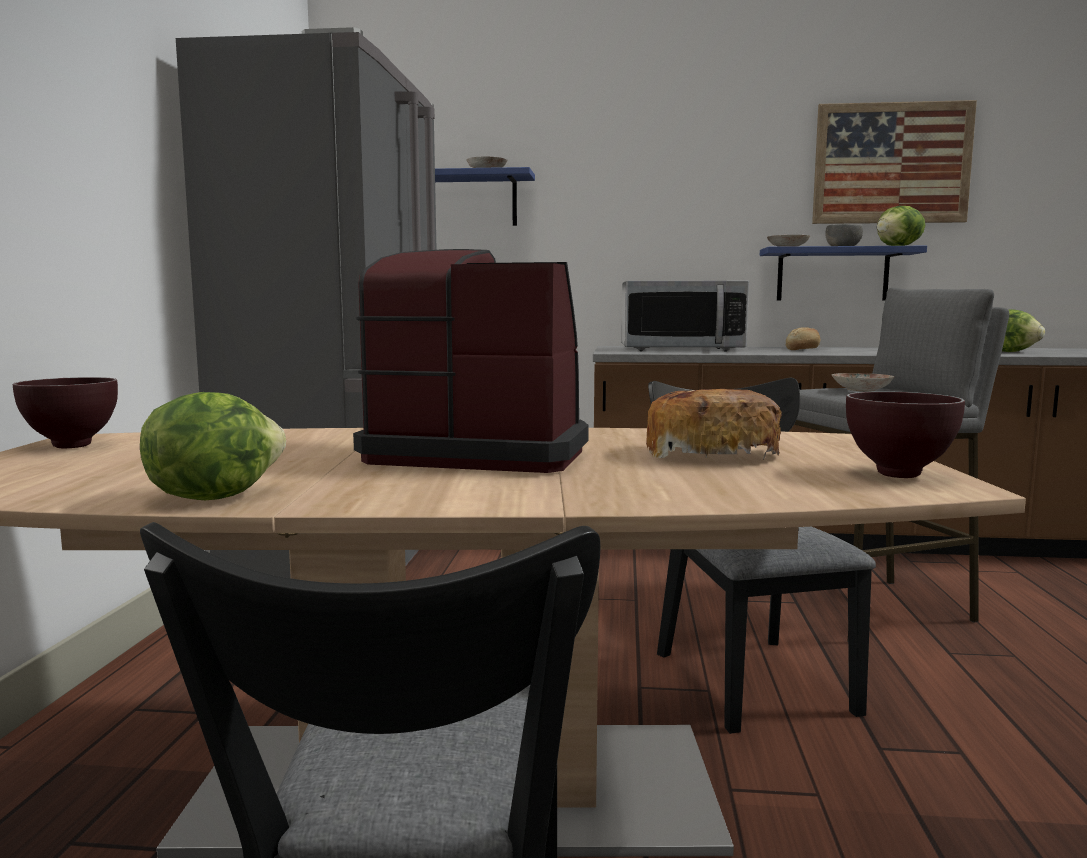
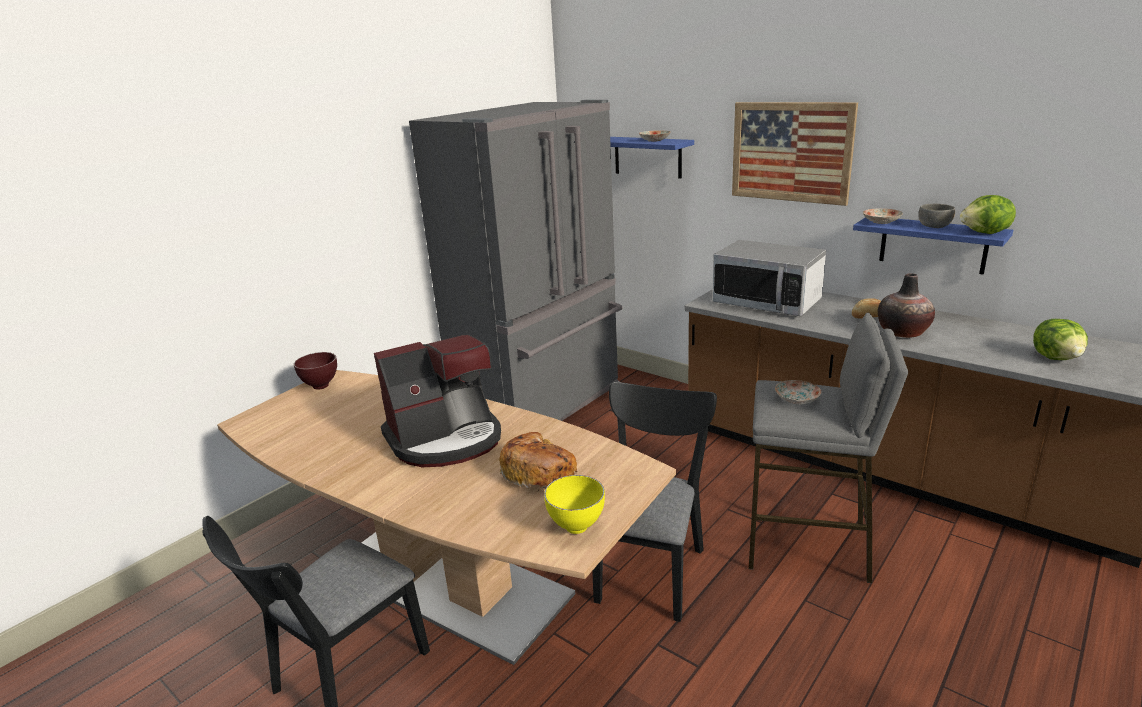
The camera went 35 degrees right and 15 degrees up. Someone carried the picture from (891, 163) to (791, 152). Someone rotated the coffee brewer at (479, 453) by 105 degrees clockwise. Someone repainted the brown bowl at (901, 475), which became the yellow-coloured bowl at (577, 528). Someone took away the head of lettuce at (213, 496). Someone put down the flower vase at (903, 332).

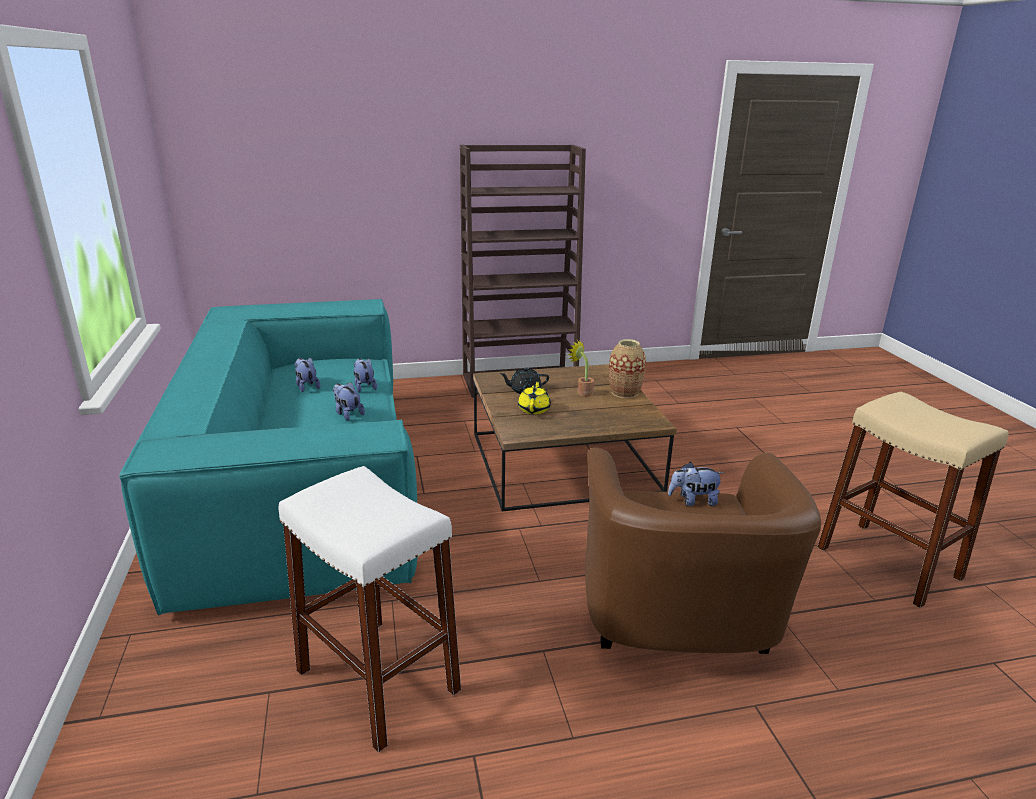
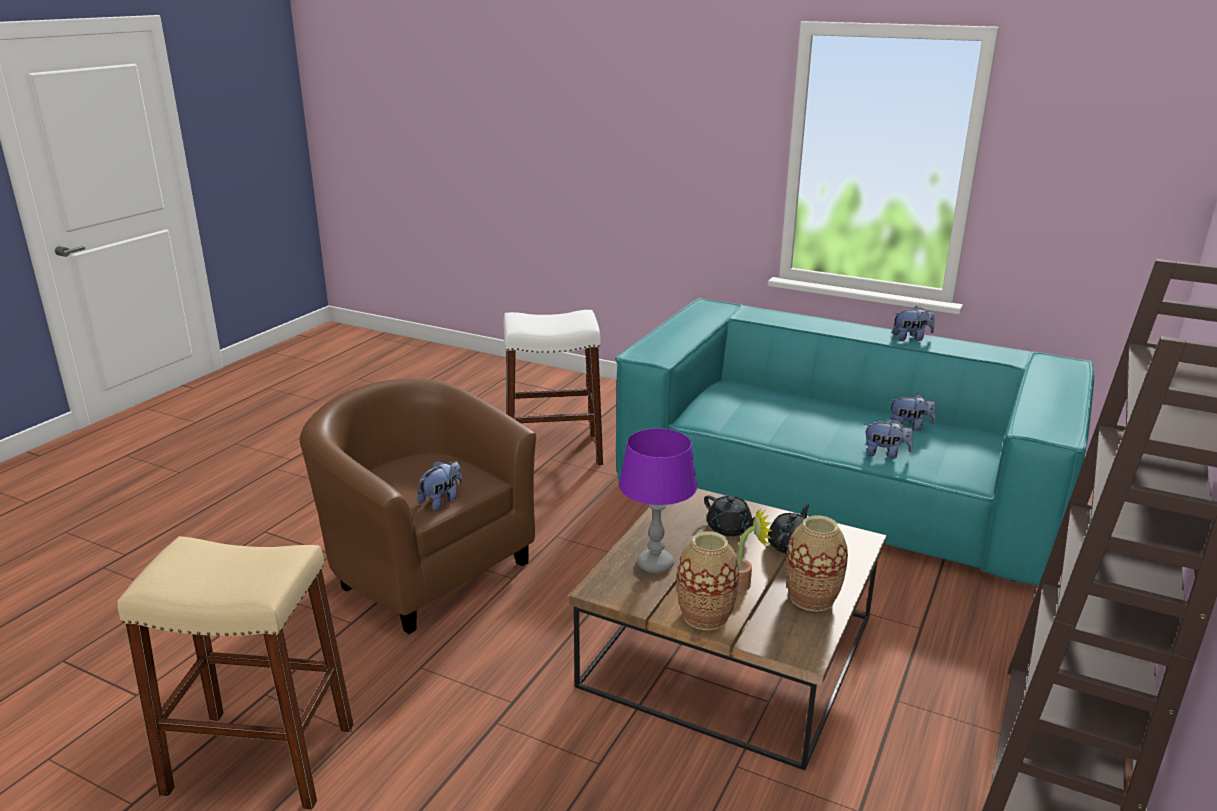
The camera went 130 degrees right and 0 degrees up. Someone repainted the yellow-coloured pot for tea at (534, 409), which became the black-coloured pot for tea at (729, 528). Someone carried the plush toy from (347, 414) to (911, 338). Someone put down the purplish table lamp at (655, 565). Someone put down the flower vase at (811, 598).

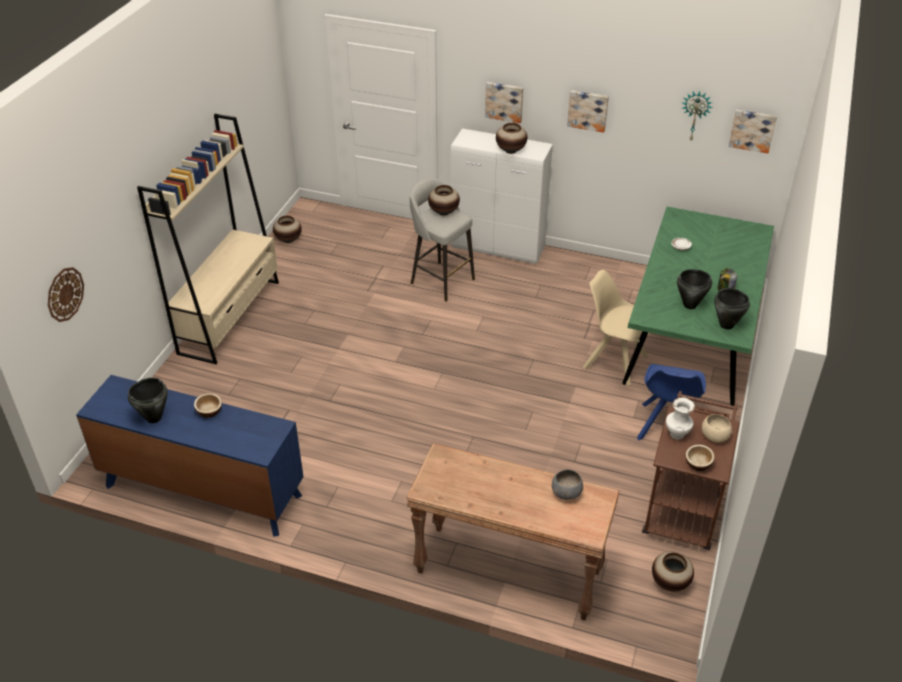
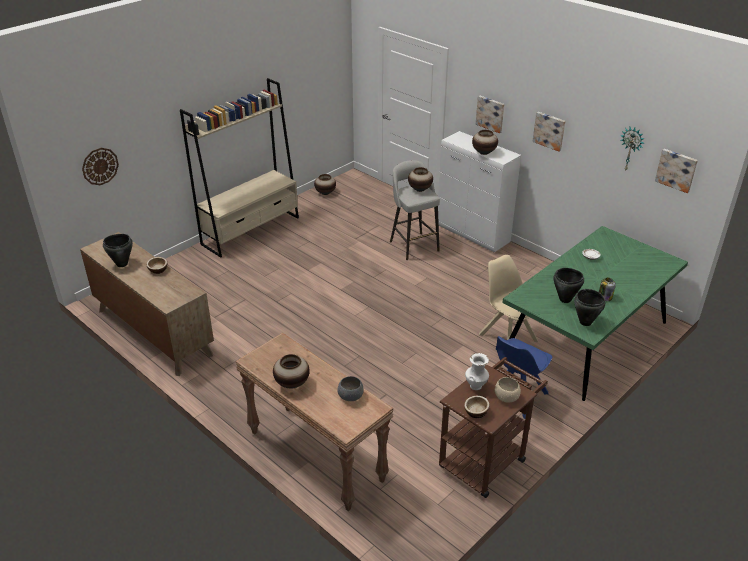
The camera went 25 degrees right and 5 degrees down. Someone repainted the blue-coloured drawer chest at (202, 490), which became the brown drawer chest at (153, 332). Someone carried the flower vase from (670, 582) to (292, 383).

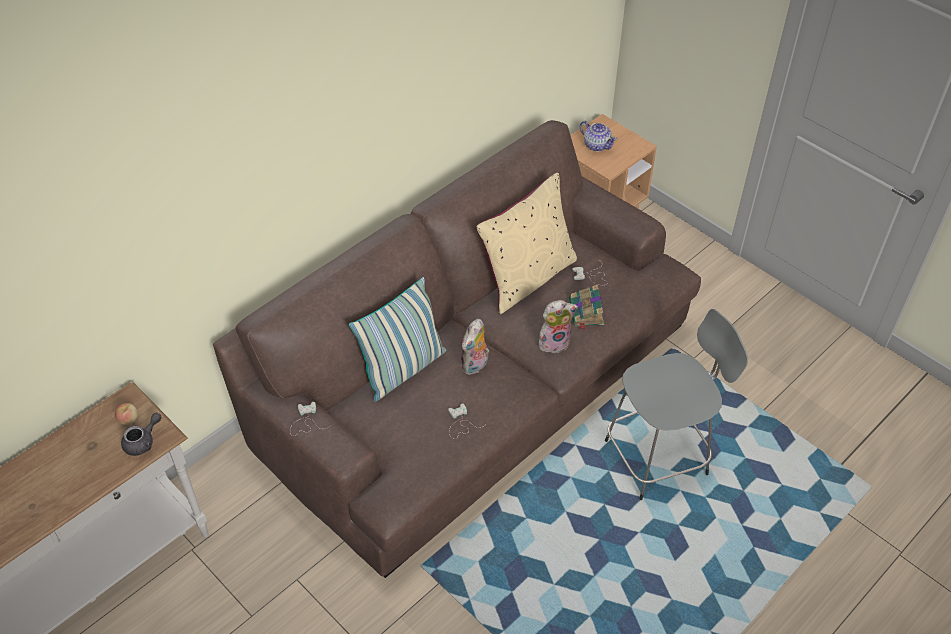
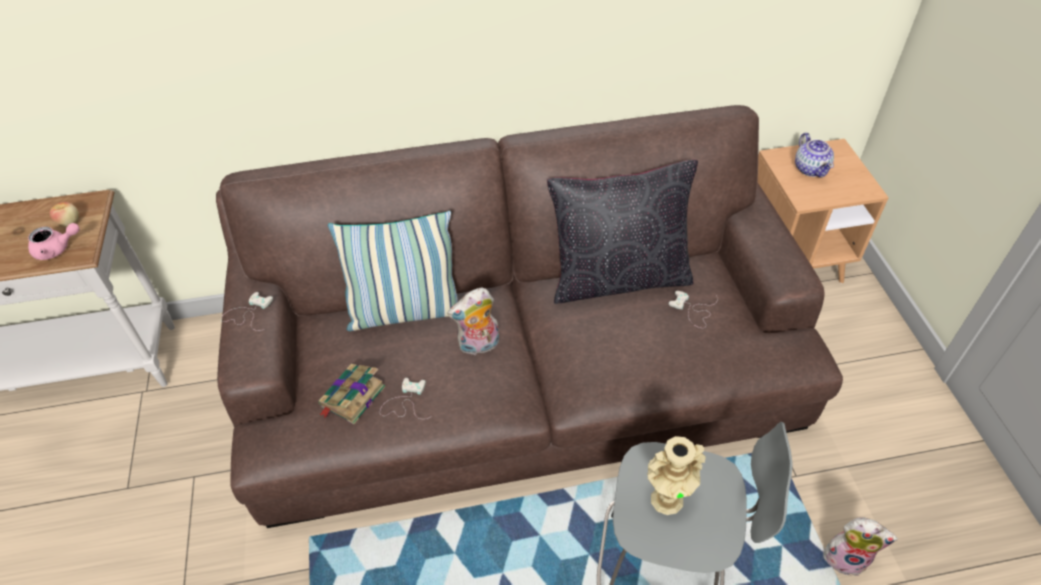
The camera went 35 degrees right and 0 degrees up. Someone repainted the beige cushion at (527, 277), which became the black-coloured cushion at (618, 278). Someone carried the volume from (586, 313) to (351, 397). Someone carried the plush toy from (554, 342) to (846, 557). Someone repainted the gray pot for tea at (143, 442), which became the pink pot for tea at (57, 249). Someone put down the beige flower vase at (667, 499).

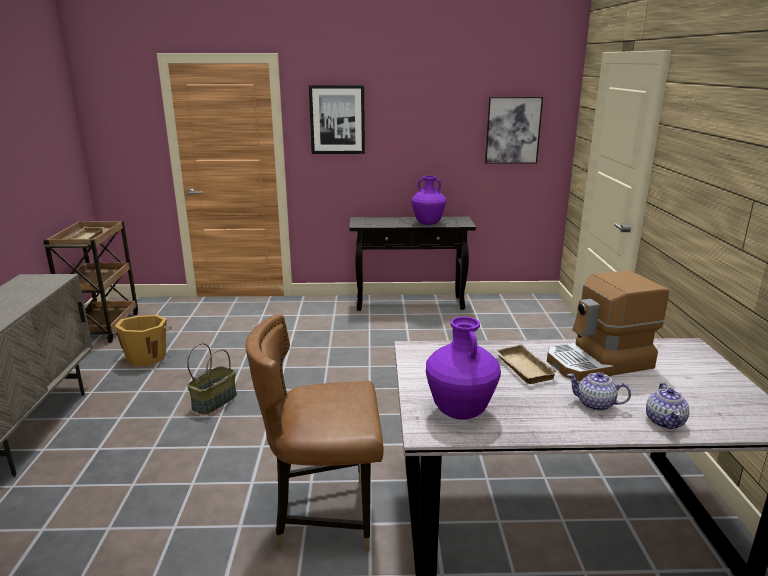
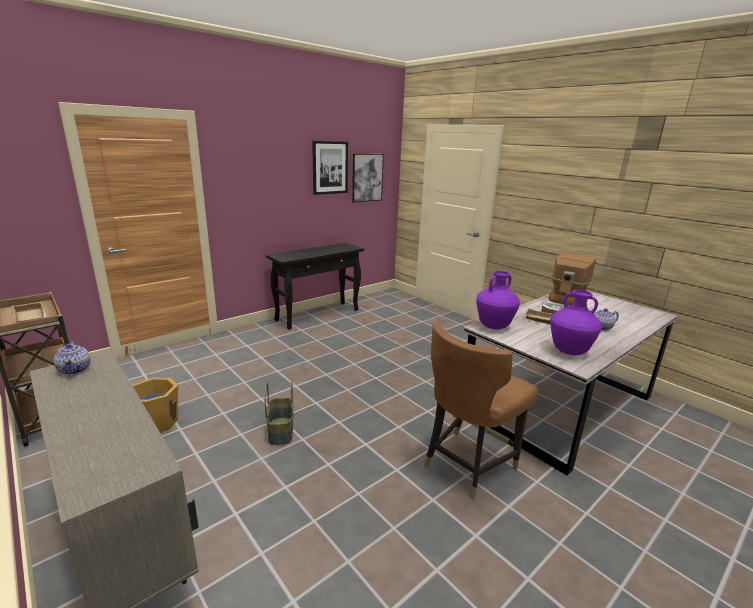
The camera went 40 degrees left and 0 degrees up. Someone carried the picture from (337, 120) to (330, 167). Someone carried the purplish flower vase from (428, 223) to (493, 326). Someone carried the pot for tea from (665, 421) to (75, 369).

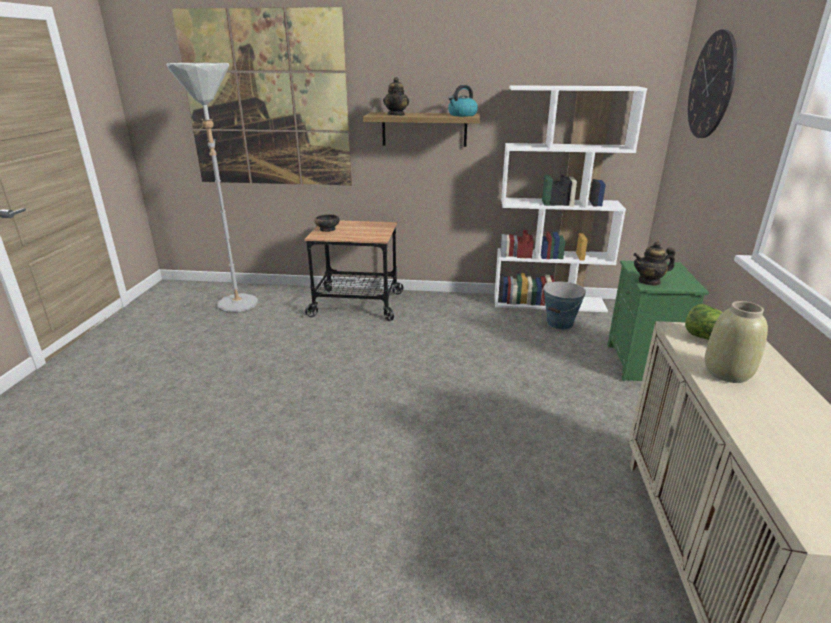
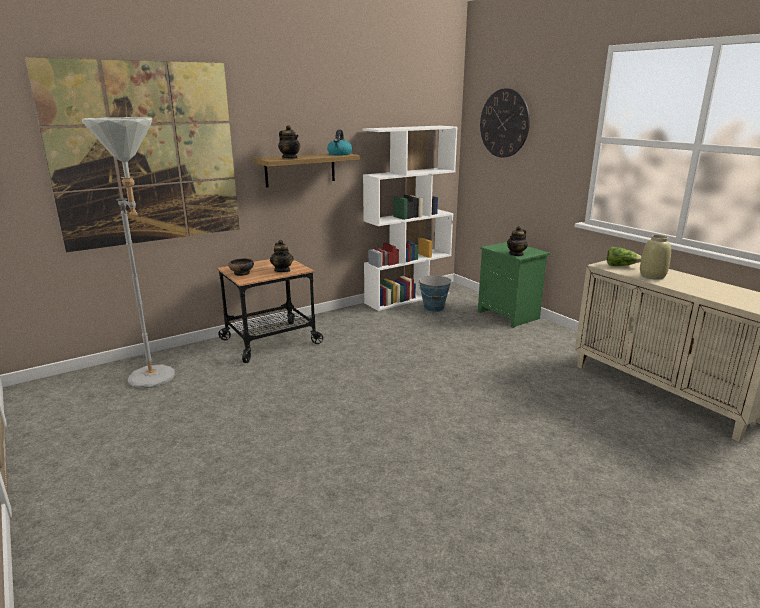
The camera went 40 degrees left and 5 degrees down. Someone put down the pot for tea at (282, 270).

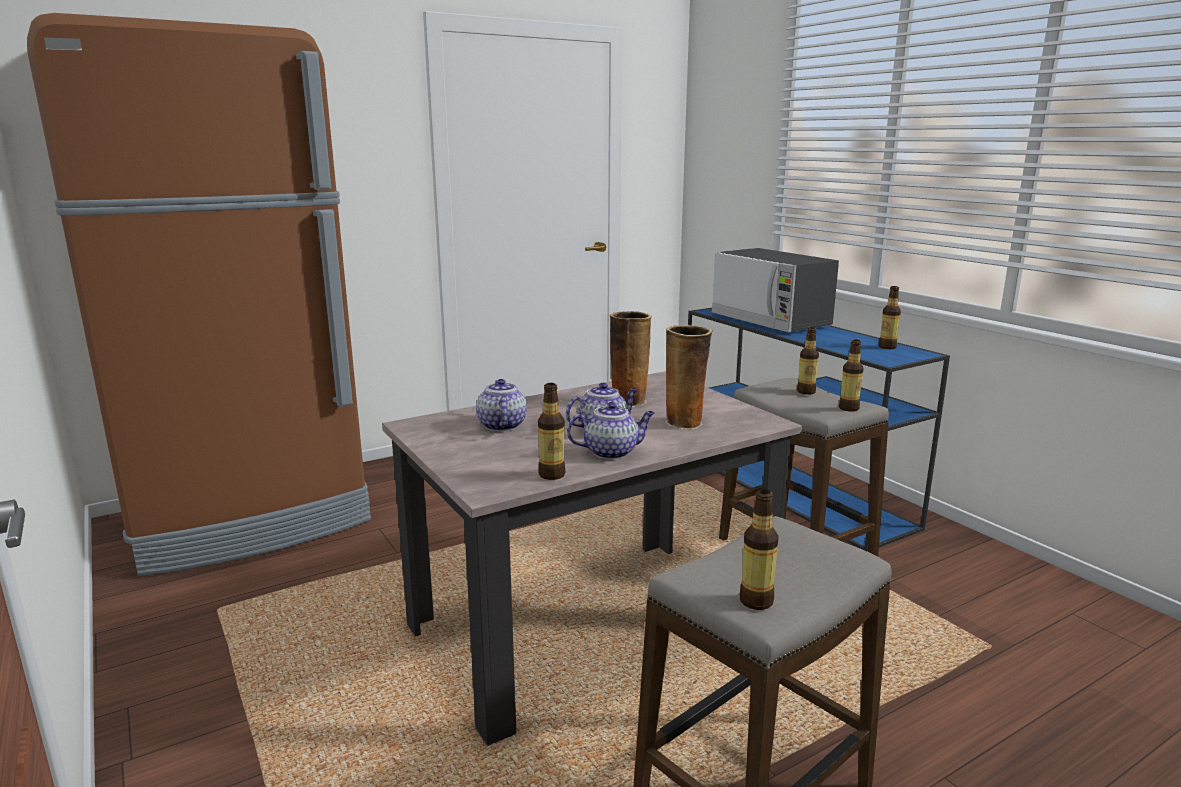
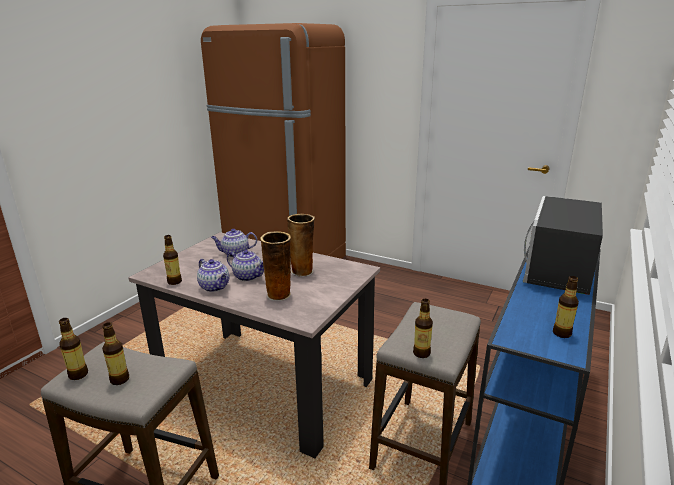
The camera went 60 degrees right and 5 degrees up. Someone carried the beverage bottle from (806, 392) to (119, 379). Someone rotated the pot for tea at (501, 425) by 150 degrees counterclockwise.

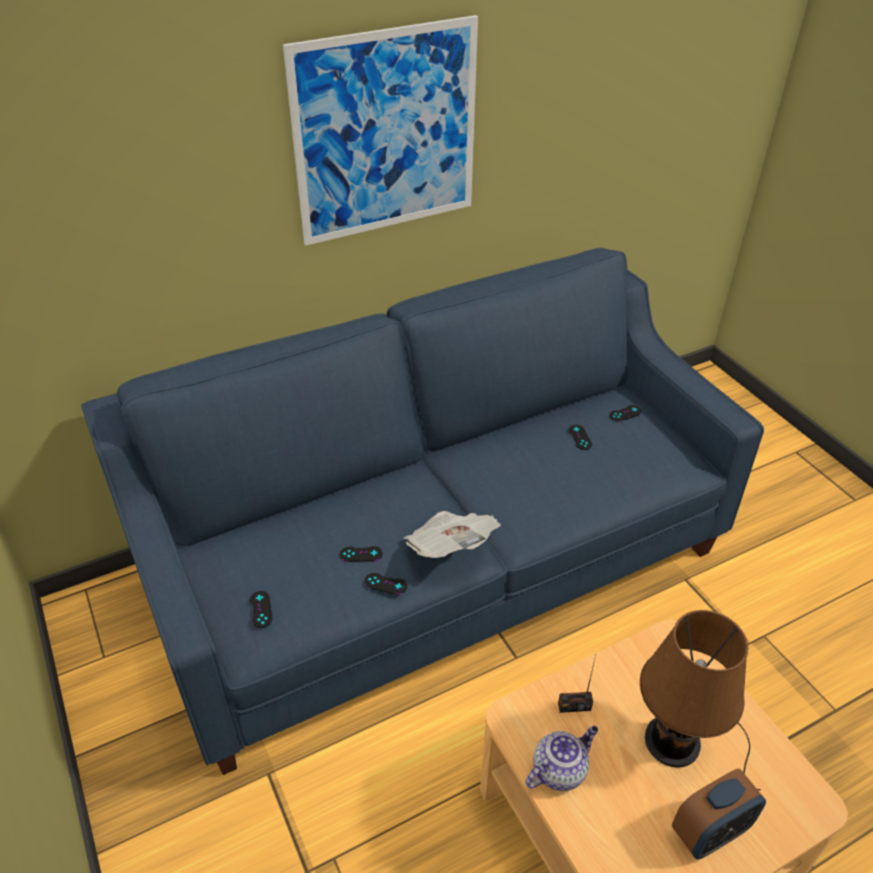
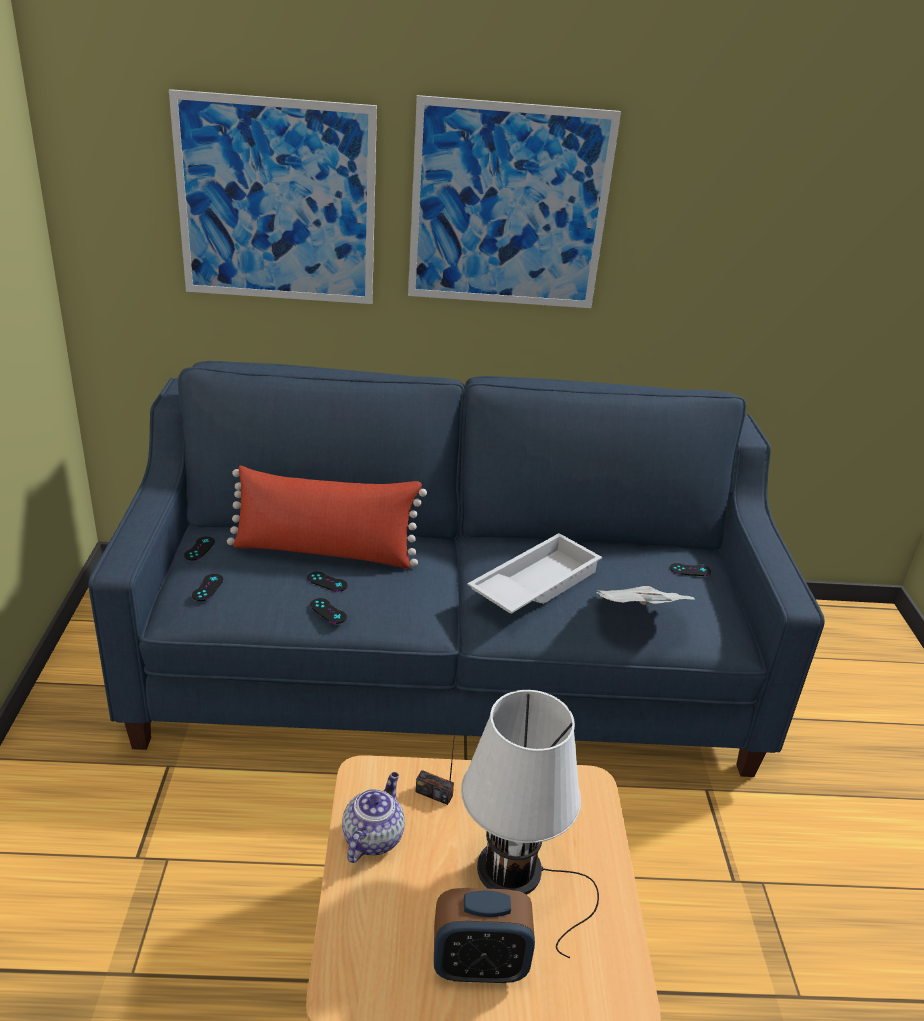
The camera went 25 degrees right and 10 degrees down. Someone carried the black-coloured gamepad from (580, 437) to (199, 548). Someone carried the newspaper from (450, 548) to (639, 616). Someone repainted the brown table lamp at (679, 742), which became the whitish table lamp at (516, 874). Someone rotated the pot for tea at (559, 770) by 60 degrees counterclockwise. Someone put up the picture at (277, 202). Someone put down the reddish cushion at (324, 552). Someone put down the whitish carrying tray at (534, 583).

